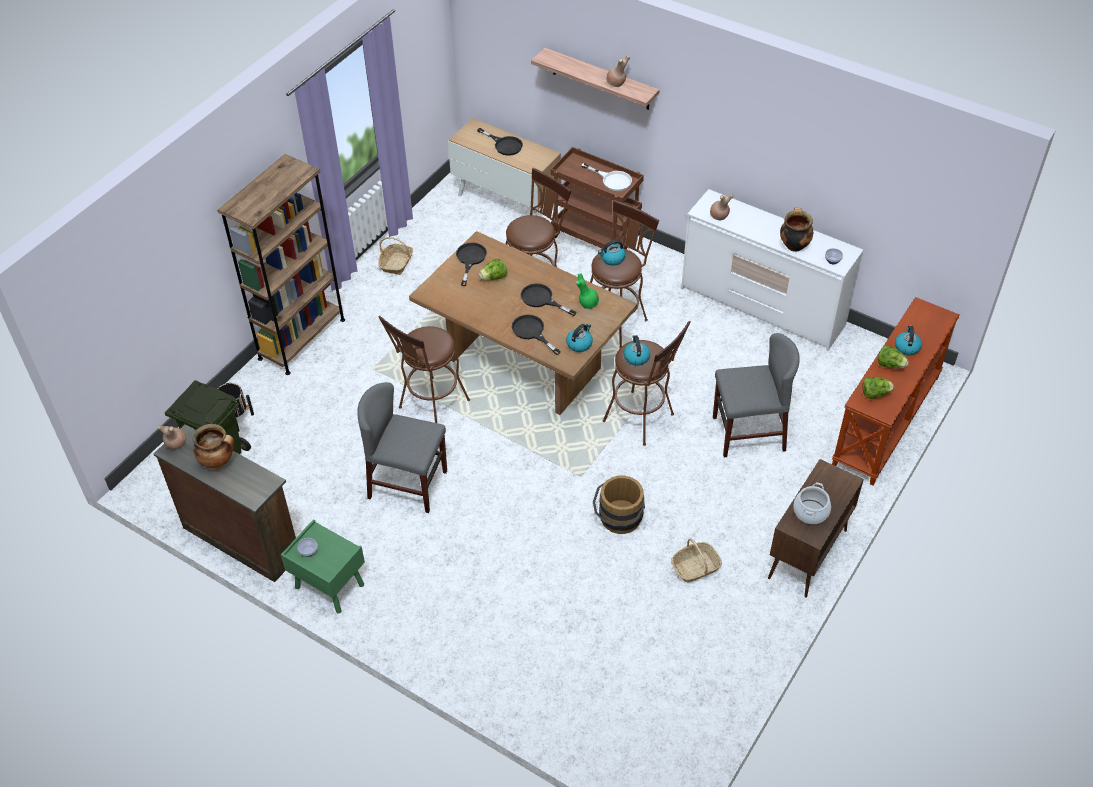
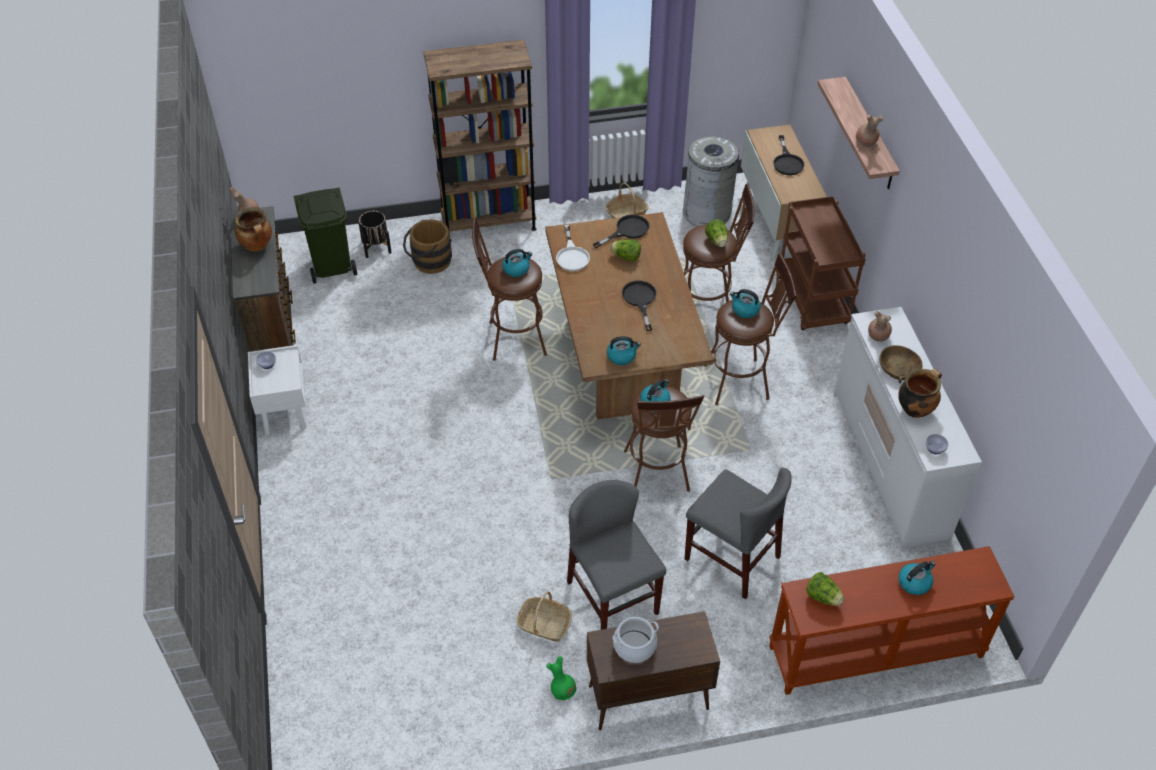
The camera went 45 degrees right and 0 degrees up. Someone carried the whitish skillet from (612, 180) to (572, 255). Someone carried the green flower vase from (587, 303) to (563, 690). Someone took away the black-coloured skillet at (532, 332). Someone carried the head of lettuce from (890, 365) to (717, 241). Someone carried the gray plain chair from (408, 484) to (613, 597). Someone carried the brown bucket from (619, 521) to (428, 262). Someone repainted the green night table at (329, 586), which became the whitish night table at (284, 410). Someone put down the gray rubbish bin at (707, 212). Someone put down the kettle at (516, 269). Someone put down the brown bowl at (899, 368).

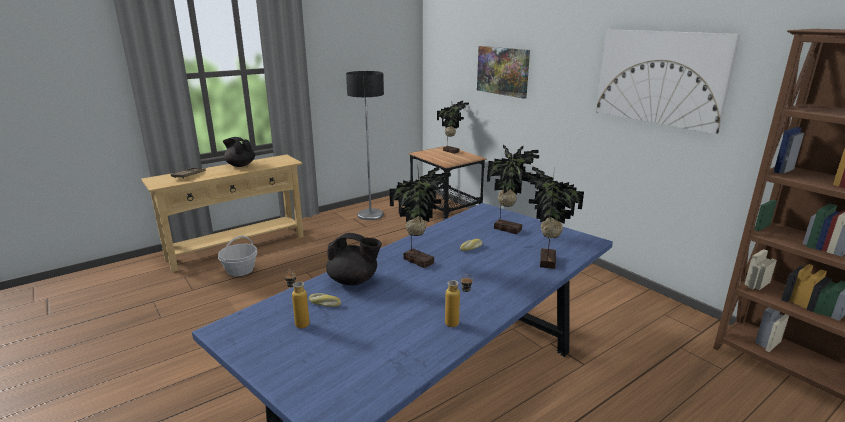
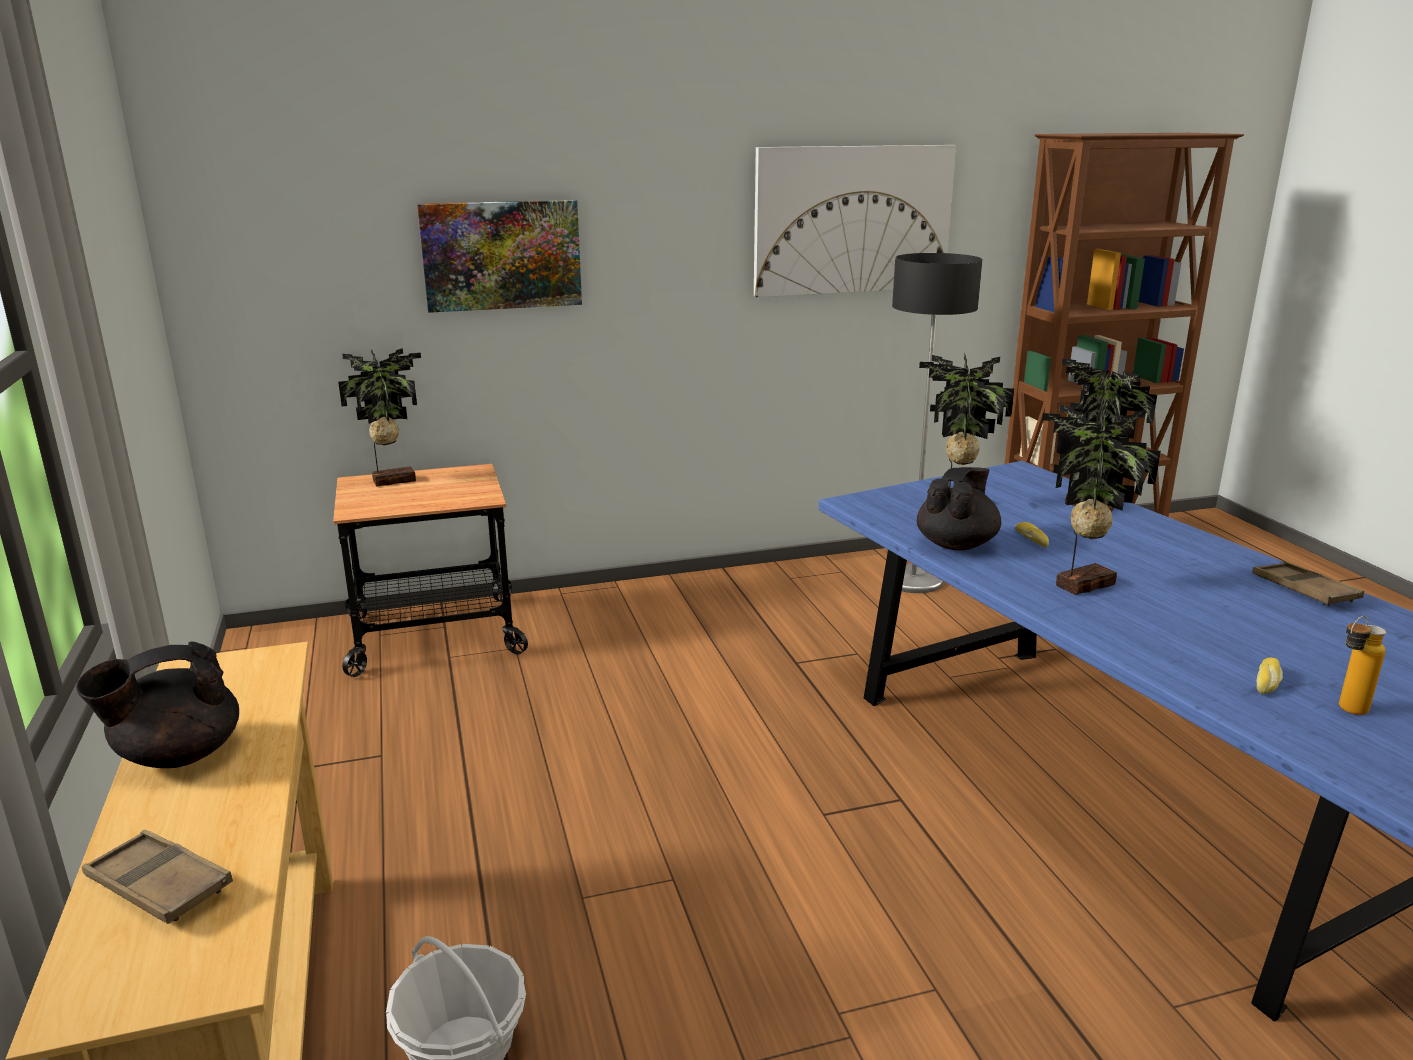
The camera went 70 degrees left and 0 degrees up. Someone carried the standing lamp from (370, 215) to (912, 580). Someone carried the black-coloured pot for tea from (354, 281) to (956, 544). Someone swapped the beverage bottle at (458, 324) for the brown carrying tray at (1304, 590).

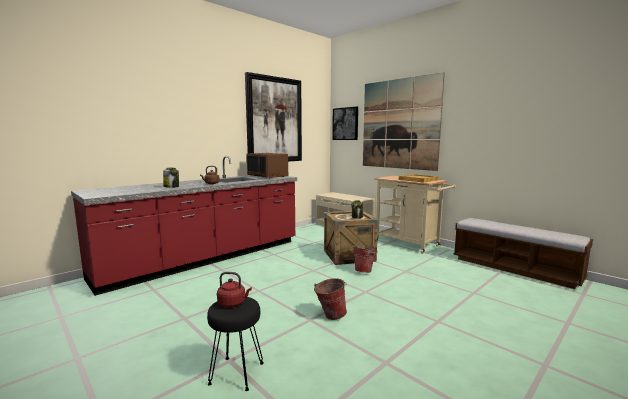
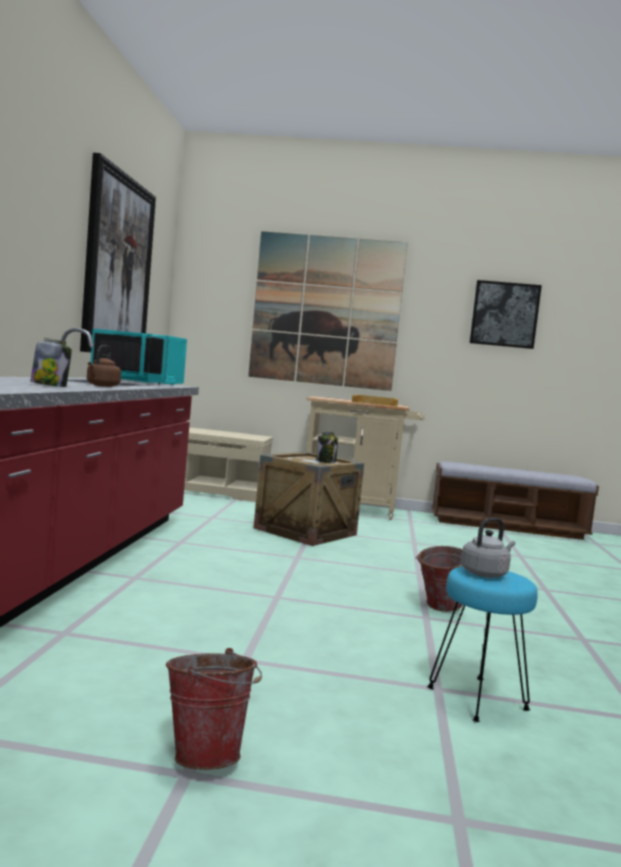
The camera went 40 degrees left and 5 degrees down. Someone carried the picture from (345, 124) to (504, 314). Someone repainted the brown microwave oven at (268, 176), which became the blue-green microwave oven at (138, 382). Someone carried the bucket from (364, 271) to (207, 753). Someone repainted the reddish kettle at (233, 303), which became the gray kettle at (485, 573). Someone repainted the black-coloured stool seat at (237, 373), which became the blue-green stool seat at (477, 698).

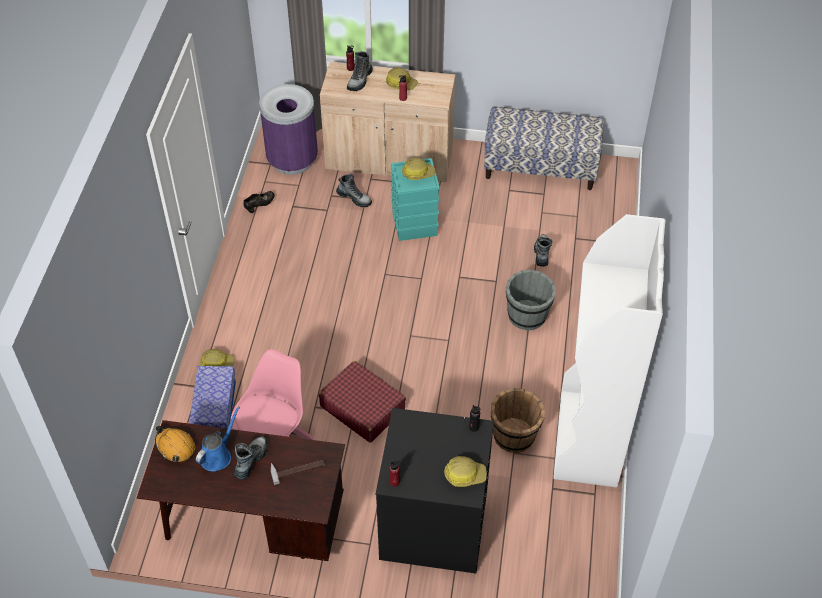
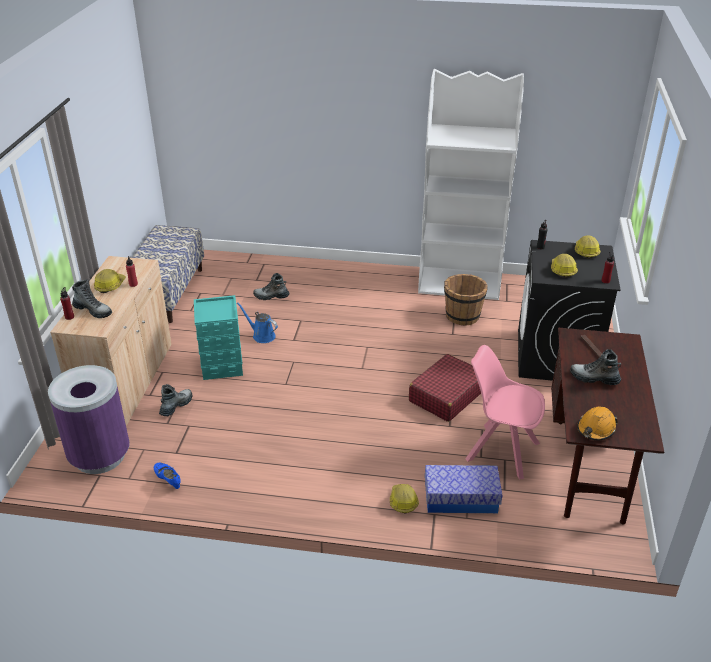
The camera went 90 degrees left and 15 degrees down. Someone carried the work helmet from (417, 173) to (562, 270). Someone repainted the black-coloured shoe at (260, 205), which became the blue-coloured shoe at (168, 480). Someone took away the gray bucket at (527, 316). Someone carried the blue-coloured watering pot from (218, 455) to (262, 335).

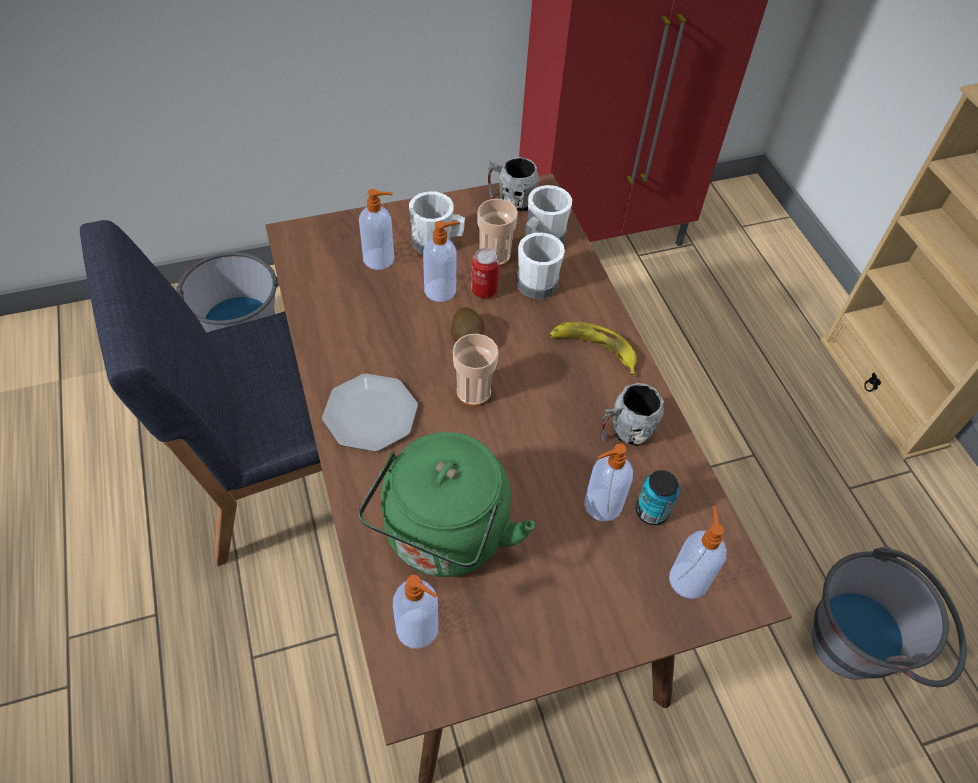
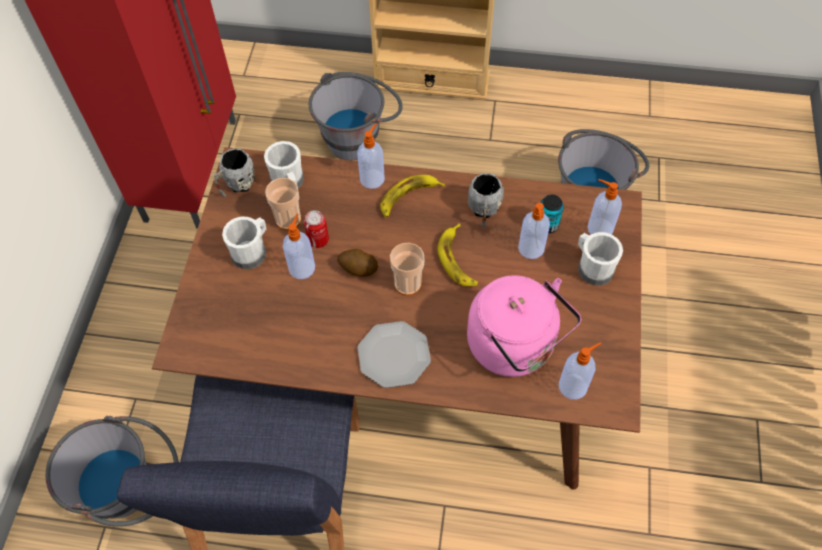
The camera went 60 degrees left and 5 degrees up. Someone carried the soap dispenser from (380, 259) to (372, 178). Someone carried the whitish tea mug from (539, 280) to (592, 267). Someone repainted the green kettle at (444, 538), which became the pink kettle at (515, 347). Someone put down the gray bucket at (359, 136). Someone put down the banana at (458, 260).

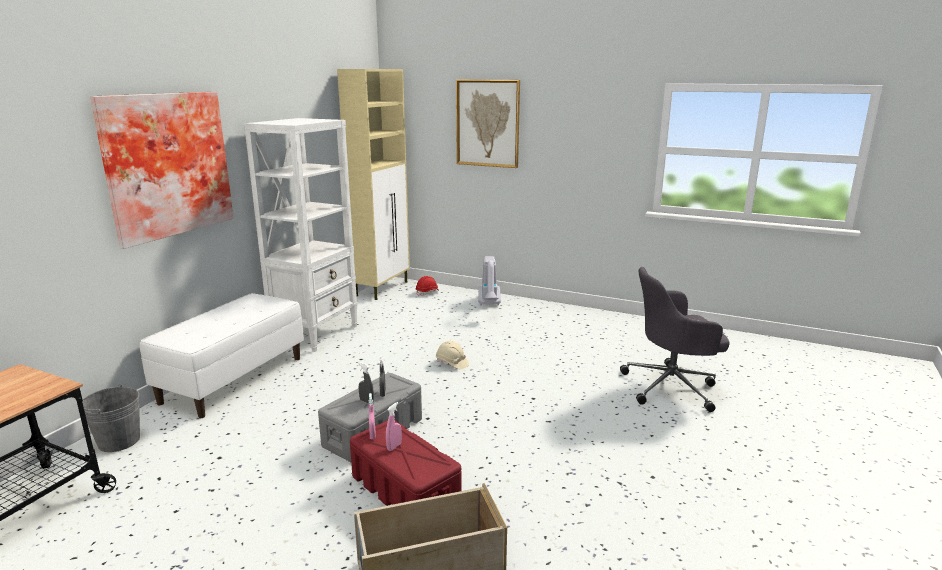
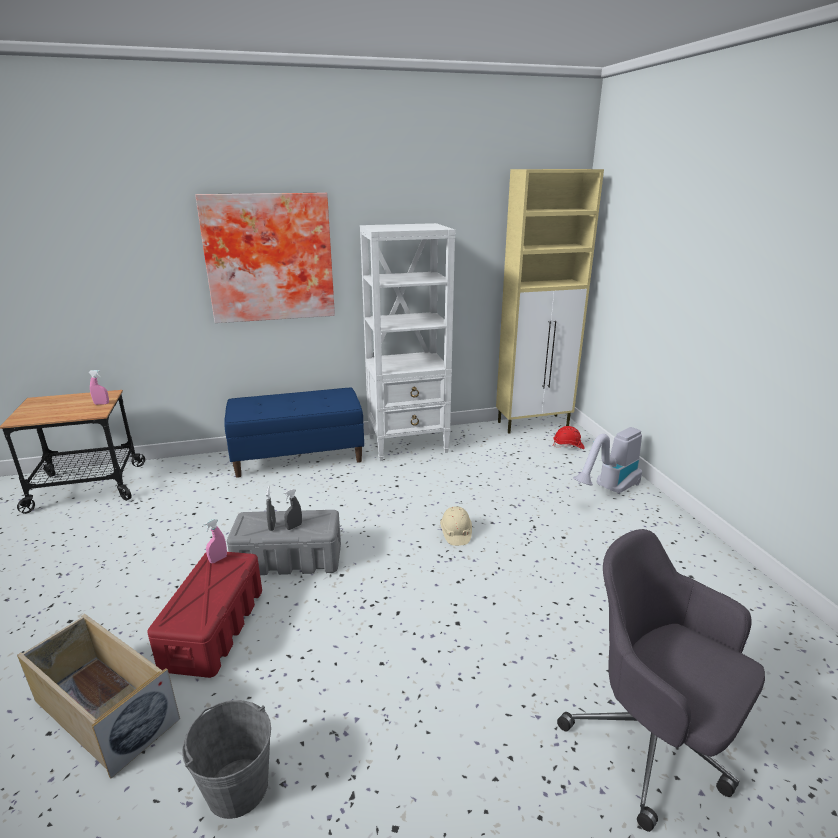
The camera went 50 degrees right and 5 degrees up. Someone took away the picture at (487, 123). Someone repainted the whitish bench at (233, 379), which became the blue-coloured bench at (299, 457). Someone carried the gray bucket from (119, 441) to (237, 787). Someone carried the pink hand sprayer from (394, 447) to (101, 404).

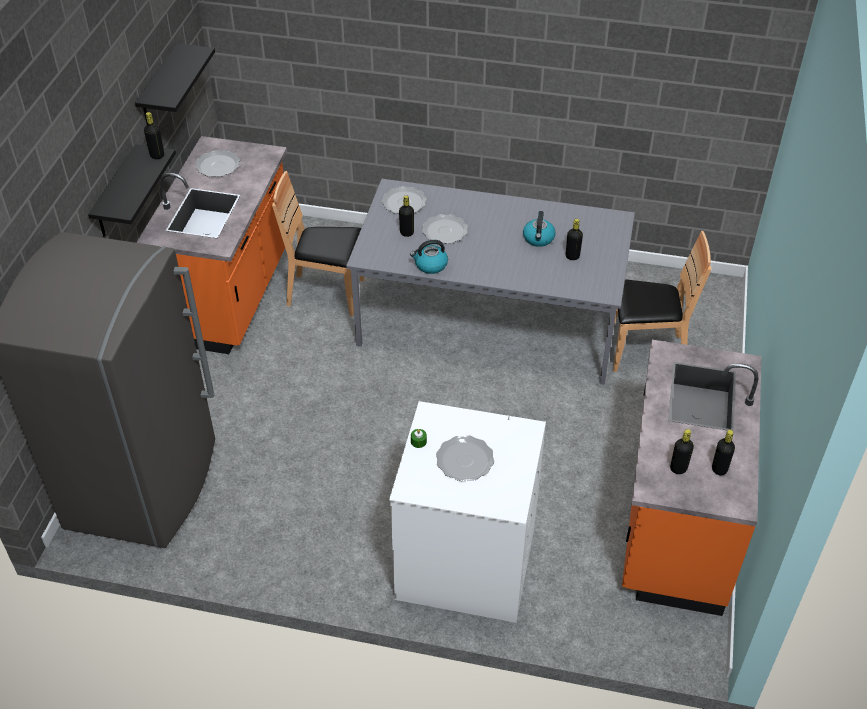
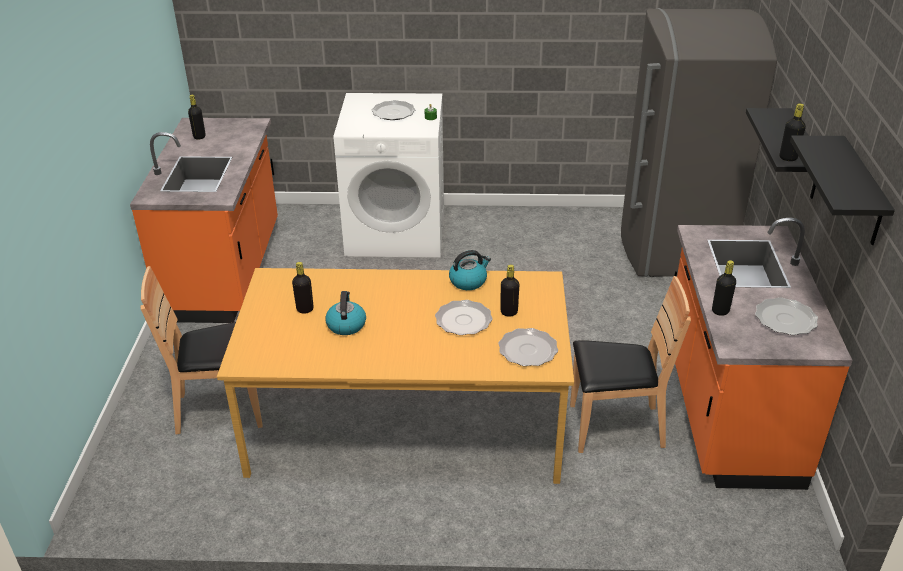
The camera went 170 degrees right and 10 degrees down. Someone repainted the gray dining table at (491, 319), which became the orange dining table at (405, 423). Someone carried the black-coloured beverage bottle from (678, 468) to (720, 311).

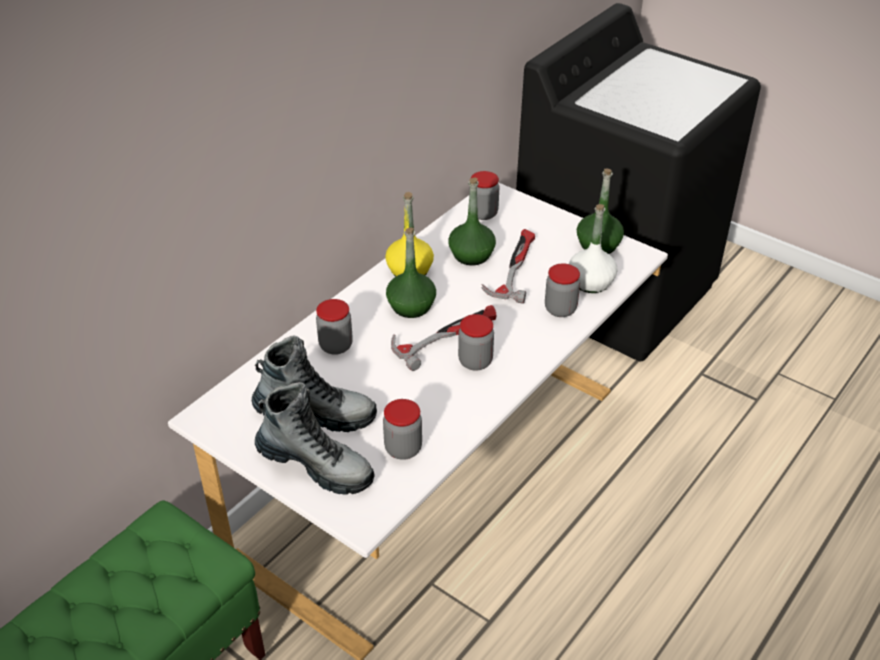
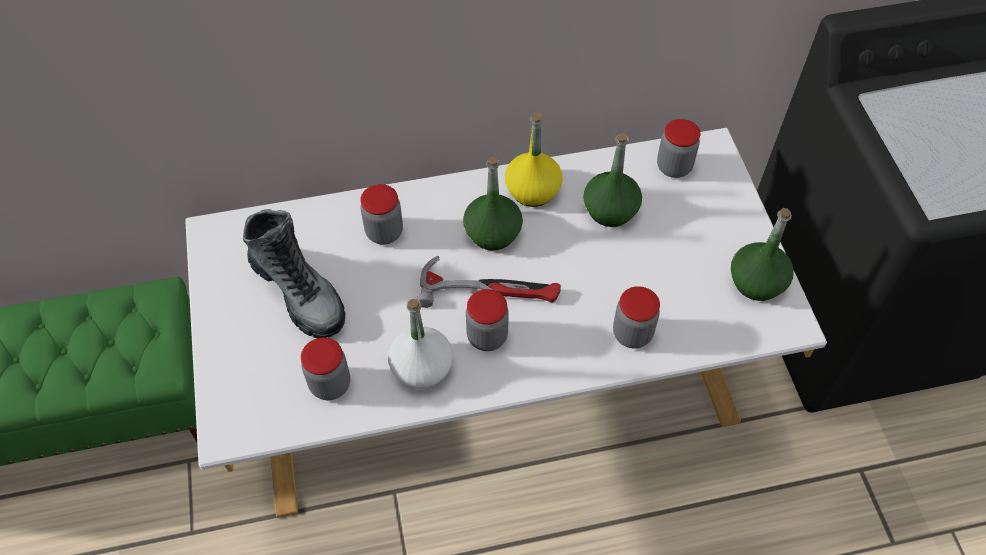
The camera went 40 degrees right and 15 degrees up. Someone carried the whitish beverage bottle from (590, 282) to (421, 367). Someone took away the hand hammer at (513, 268). Someone took away the high-top boot at (316, 465).

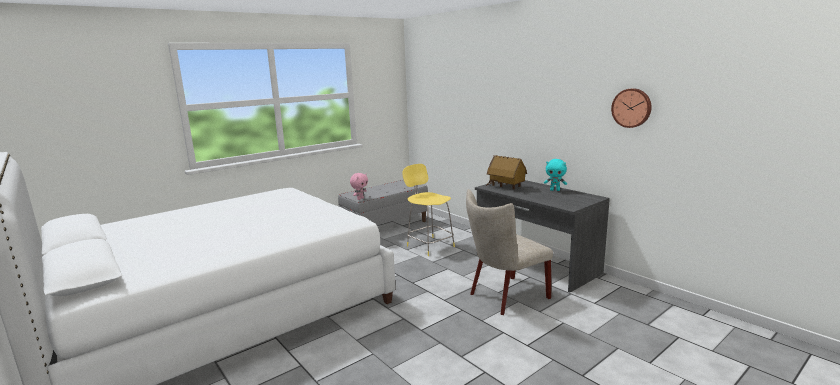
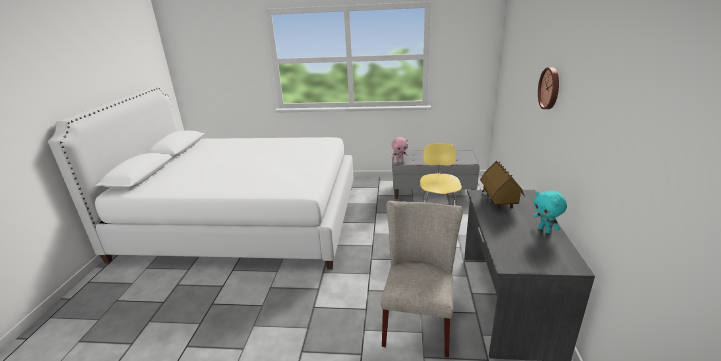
The camera went 45 degrees right and 10 degrees up. Someone carried the wall clock from (632, 108) to (550, 88). Someone rotated the beige plain chair at (505, 297) by 90 degrees clockwise.

